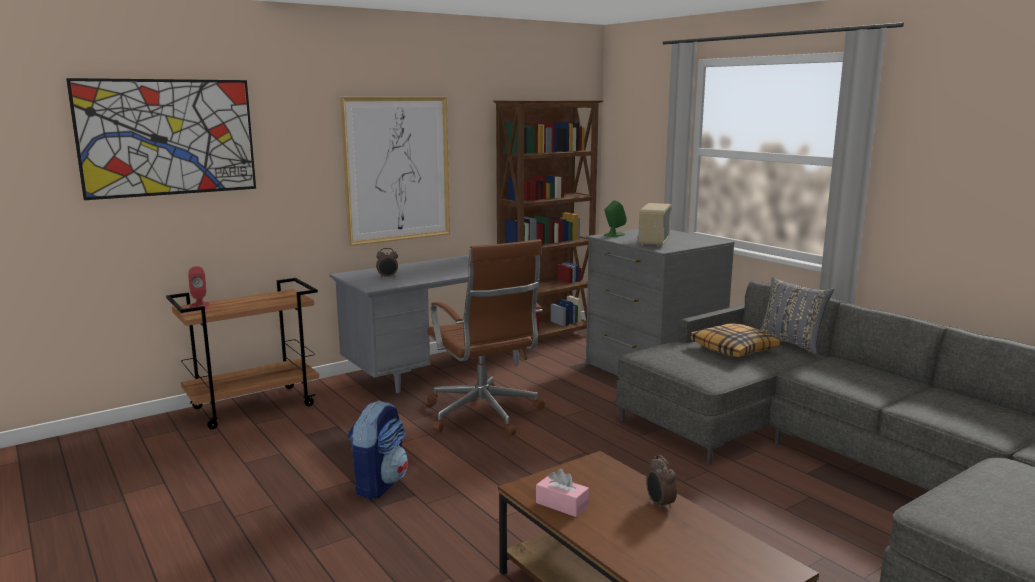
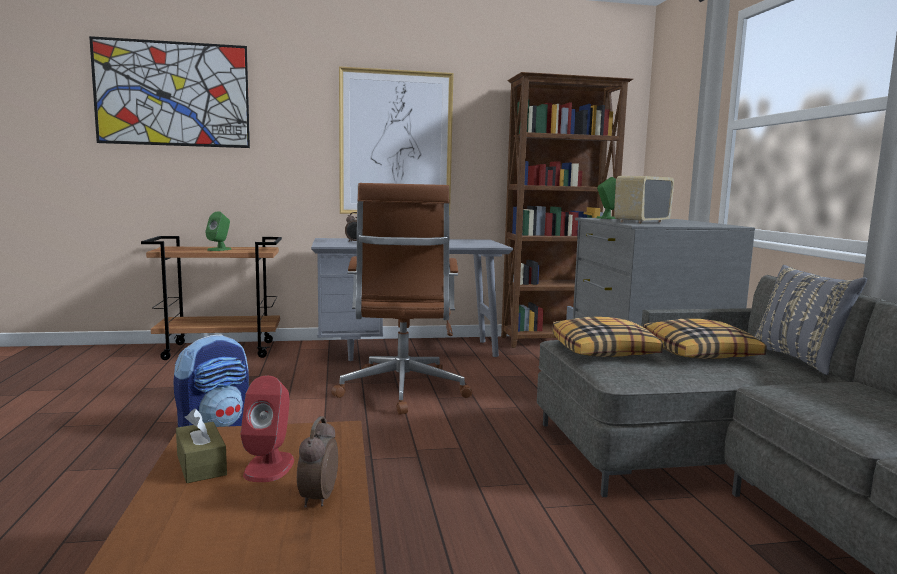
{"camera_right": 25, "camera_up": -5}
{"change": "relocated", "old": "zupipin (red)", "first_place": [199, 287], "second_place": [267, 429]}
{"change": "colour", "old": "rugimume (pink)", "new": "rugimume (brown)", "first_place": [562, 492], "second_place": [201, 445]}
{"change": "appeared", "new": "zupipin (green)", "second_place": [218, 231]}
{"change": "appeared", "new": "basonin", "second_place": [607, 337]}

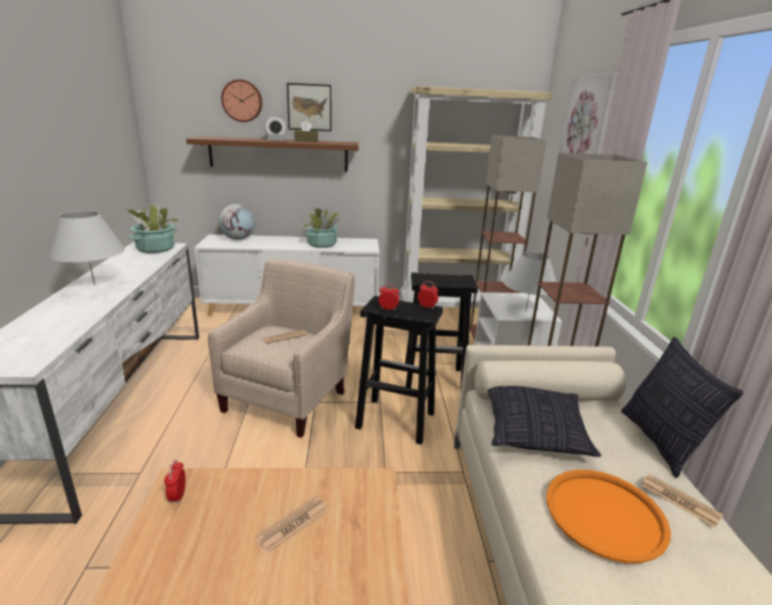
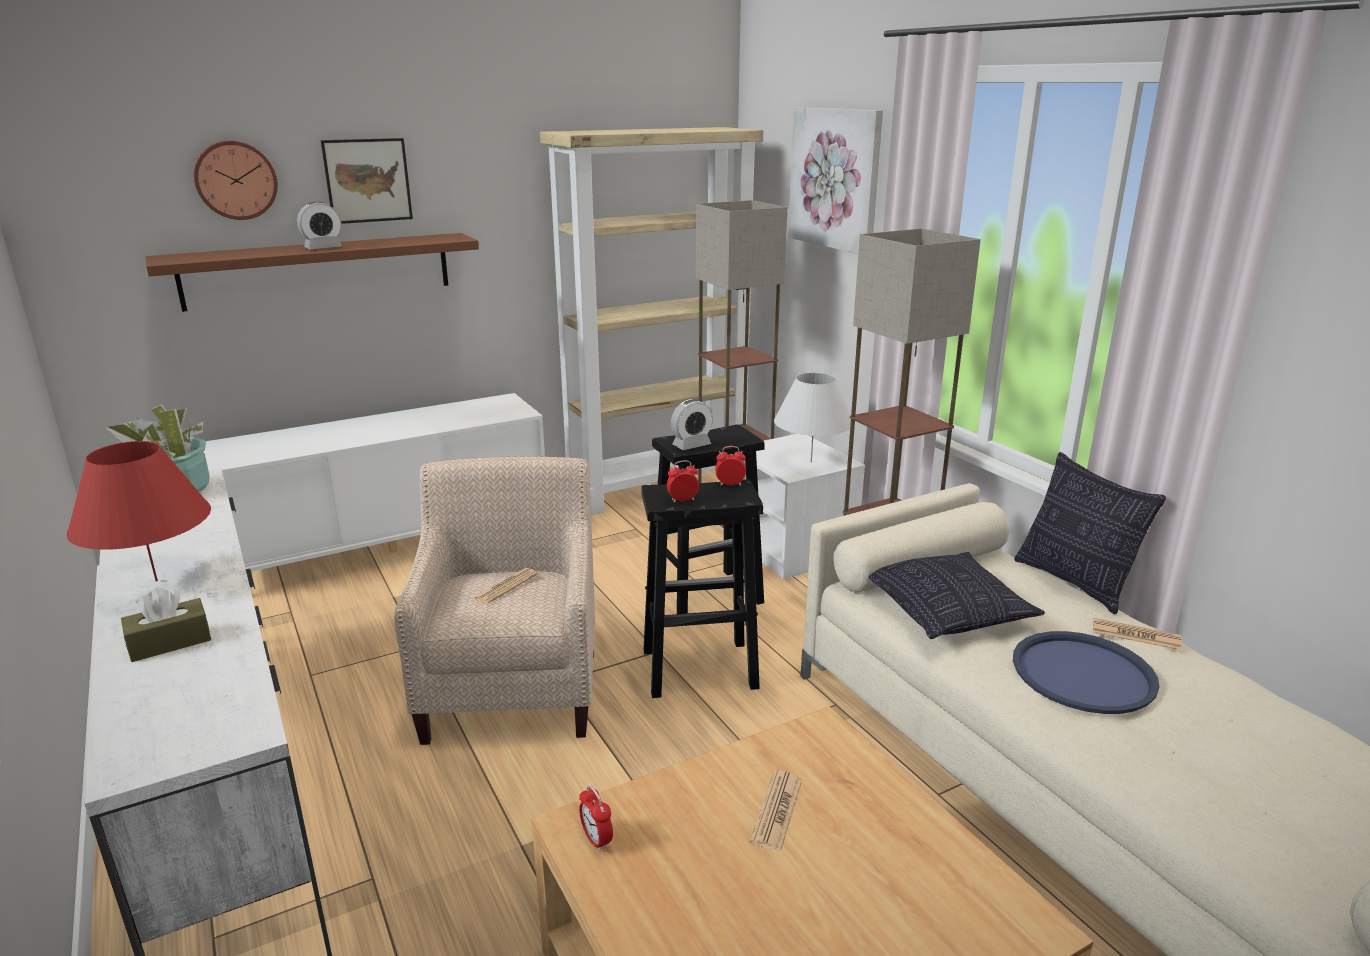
{"camera_right": -25, "camera_up": 0}
{"change": "relocated", "old": "rugimume (brown)", "first_place": [306, 131], "second_place": [166, 624]}
{"change": "missing", "old": "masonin", "first_place": [237, 222]}
{"change": "missing", "old": "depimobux", "first_place": [320, 228]}
{"change": "colour", "old": "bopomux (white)", "new": "bopomux (red)", "first_place": [86, 248], "second_place": [139, 511]}
{"change": "colour", "old": "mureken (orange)", "new": "mureken (blue)", "first_place": [608, 516], "second_place": [1086, 672]}
{"change": "appeared", "new": "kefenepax", "second_place": [692, 424]}

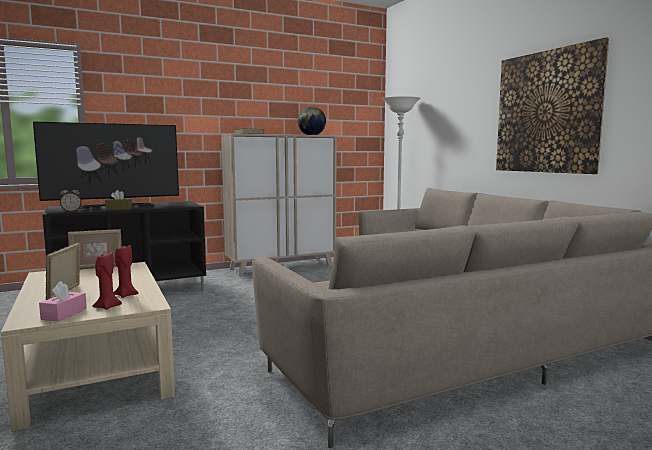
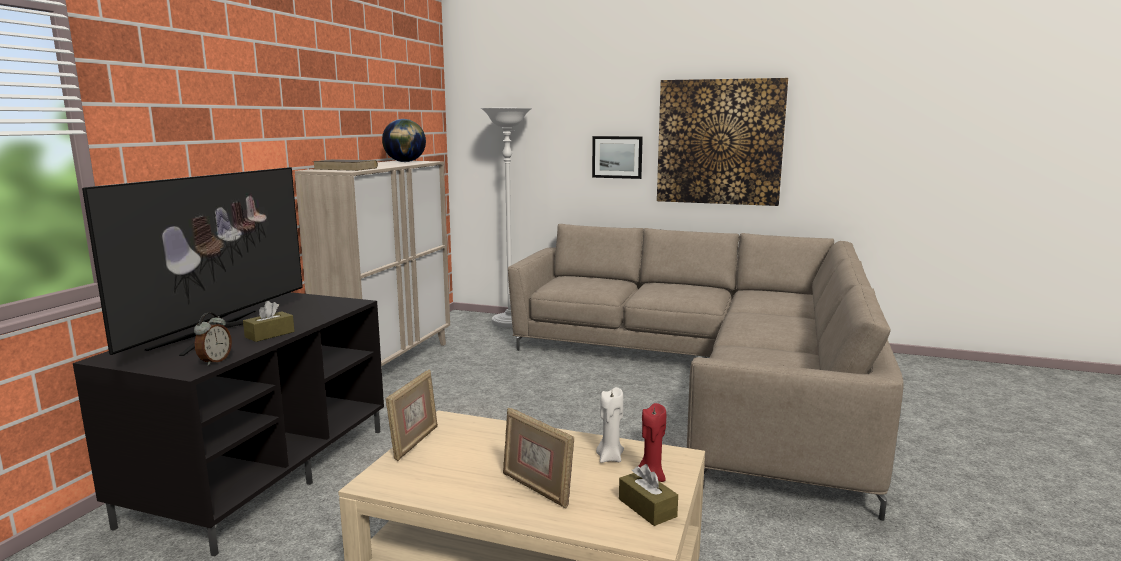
{"camera_right": -45, "camera_up": 5}
{"change": "colour", "old": "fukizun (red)", "new": "fukizun (white)", "first_place": [126, 271], "second_place": [610, 425]}
{"change": "colour", "old": "rugimume (pink)", "new": "rugimume (brown)", "first_place": [63, 301], "second_place": [648, 495]}
{"change": "appeared", "new": "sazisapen", "second_place": [617, 157]}

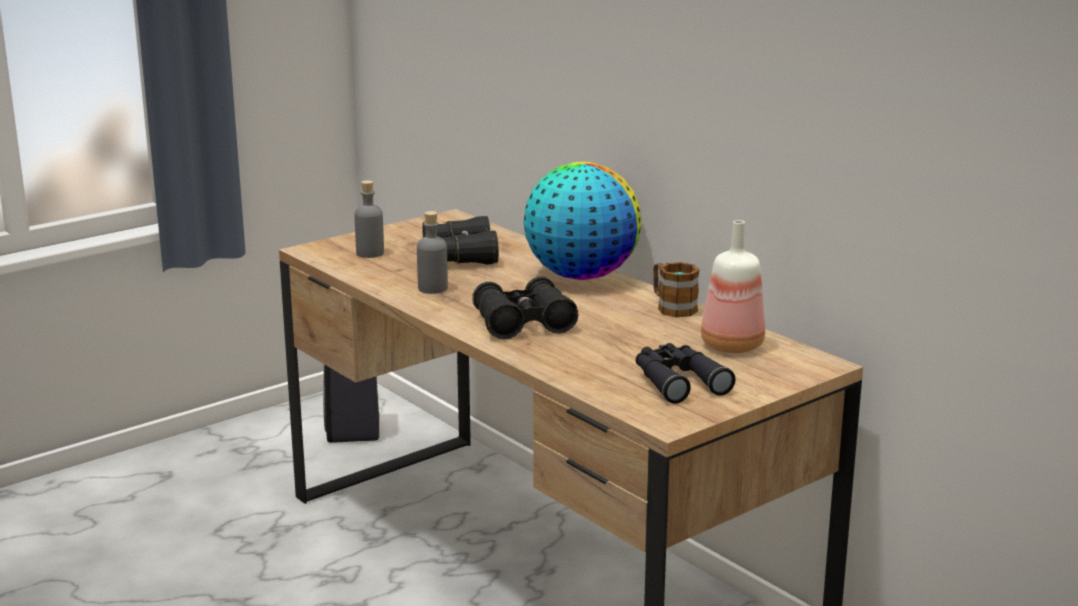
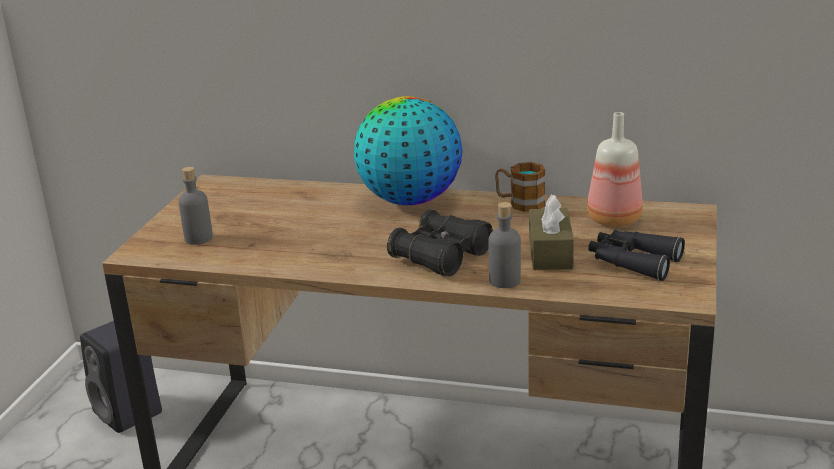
{"camera_right": -35, "camera_up": 5}
{"change": "relocated", "old": "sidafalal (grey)", "first_place": [432, 252], "second_place": [505, 245]}
{"change": "missing", "old": "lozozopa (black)", "first_place": [460, 240]}
{"change": "appeared", "new": "rugimume (brown)", "second_place": [551, 232]}

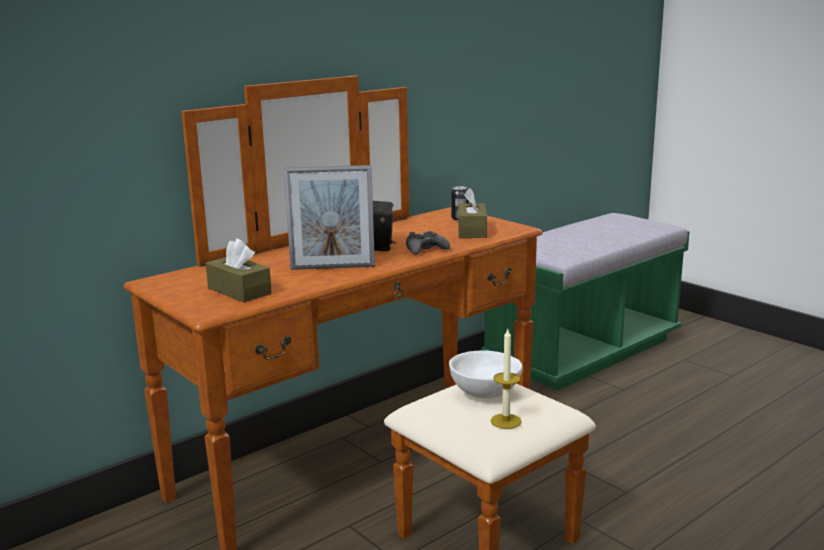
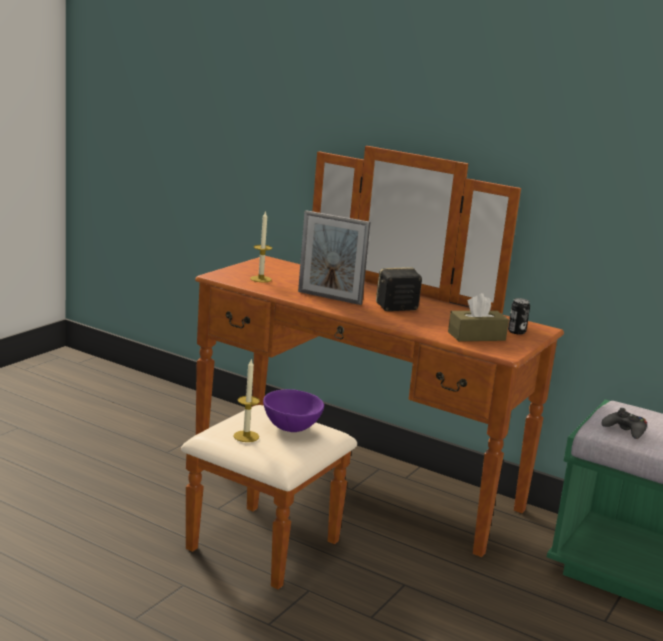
{"camera_right": 70, "camera_up": 0}
{"change": "spun", "old": "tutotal", "first_place": [329, 217], "second_place": [334, 257], "degrees": -45}
{"change": "relocated", "old": "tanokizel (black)", "first_place": [428, 243], "second_place": [624, 423]}
{"change": "exchanged", "old": "rugimume (brown)", "new": "fukizun", "first_place": [239, 270], "second_place": [261, 246]}
{"change": "colour", "old": "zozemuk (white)", "new": "zozemuk (purple)", "first_place": [486, 374], "second_place": [293, 410]}

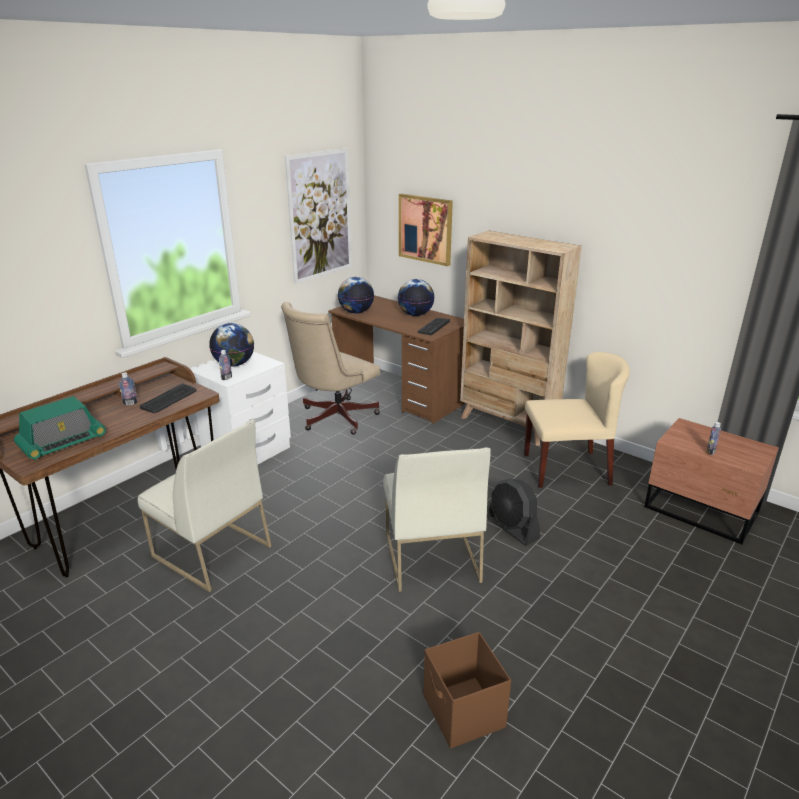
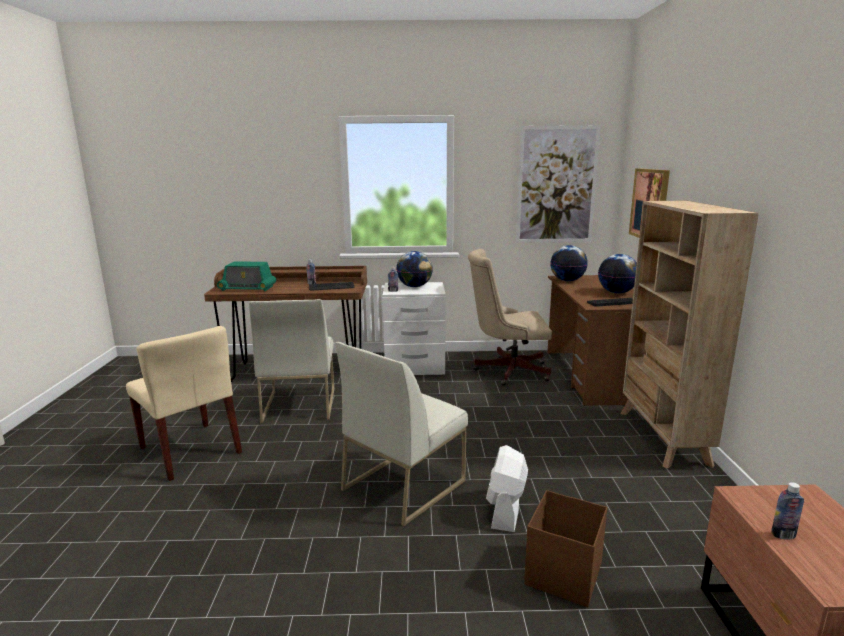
{"camera_right": 50, "camera_up": -10}
{"change": "relocated", "old": "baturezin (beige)", "first_place": [577, 420], "second_place": [184, 403]}
{"change": "colour", "old": "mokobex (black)", "new": "mokobex (white)", "first_place": [513, 512], "second_place": [507, 488]}
{"change": "relocated", "old": "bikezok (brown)", "first_place": [467, 690], "second_place": [565, 548]}

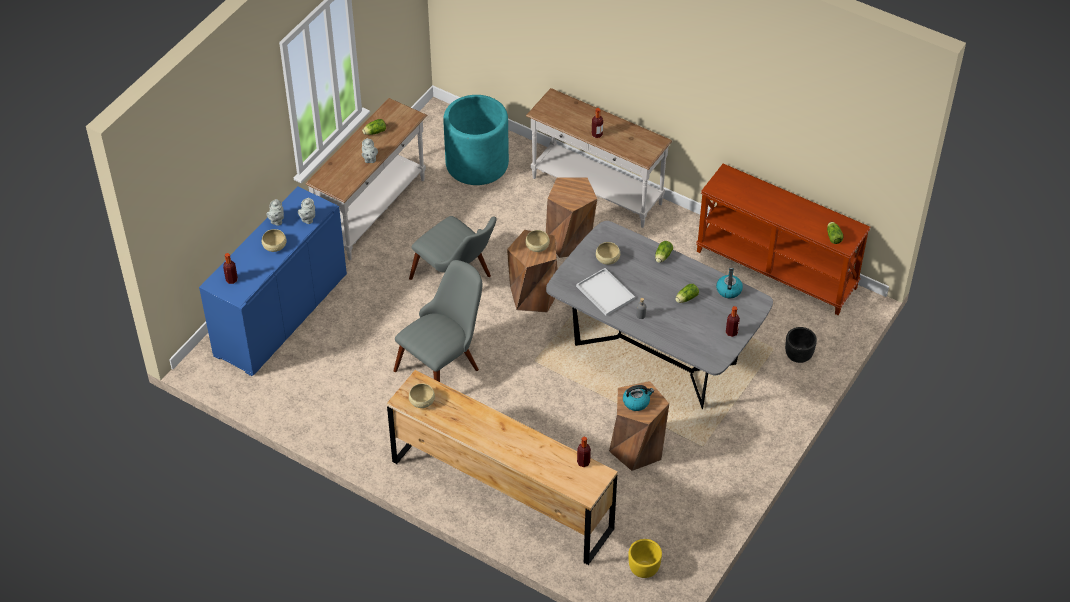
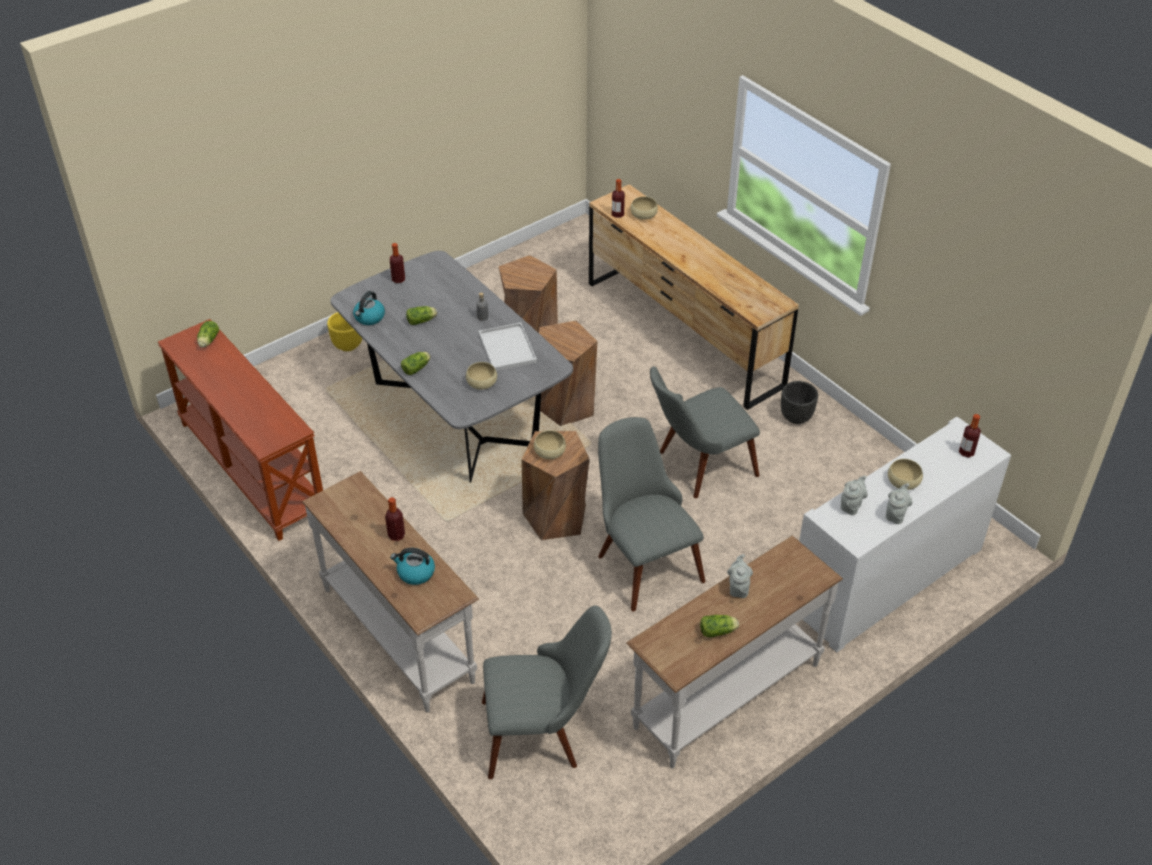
{"camera_right": -160, "camera_up": -5}
{"change": "exchanged", "old": "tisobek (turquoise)", "new": "baturezin (grey)", "first_place": [476, 140], "second_place": [547, 692]}
{"change": "relocated", "old": "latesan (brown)", "first_place": [571, 217], "second_place": [566, 373]}
{"change": "colour", "old": "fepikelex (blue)", "new": "fepikelex (white)", "first_place": [273, 281], "second_place": [905, 534]}
{"change": "relocated", "old": "tisobek (black)", "first_place": [801, 345], "second_place": [799, 402]}
{"change": "relocated", "old": "zozemuk (beige)", "first_place": [422, 396], "second_place": [644, 208]}
{"change": "relocated", "old": "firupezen", "first_place": [638, 398], "second_place": [412, 566]}
{"change": "relocated", "old": "tisobek (yellow)", "first_place": [645, 558], "second_place": [344, 331]}

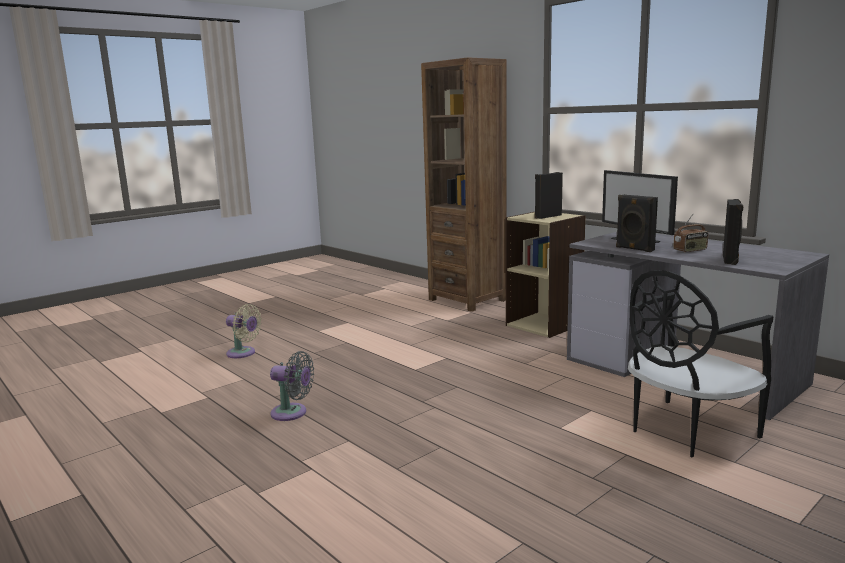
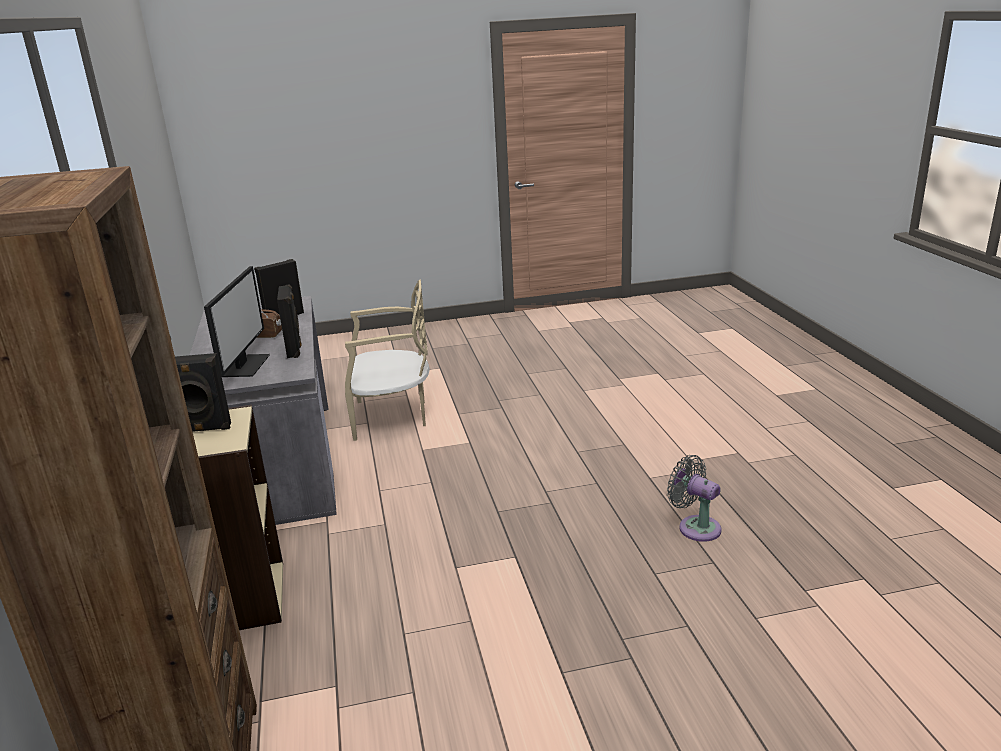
{"camera_right": -150, "camera_up": 10}
{"change": "colour", "old": "baturezin (black)", "new": "baturezin (beige)", "first_place": [700, 364], "second_place": [387, 360]}
{"change": "missing", "old": "mokobex (beige)", "first_place": [244, 331]}

